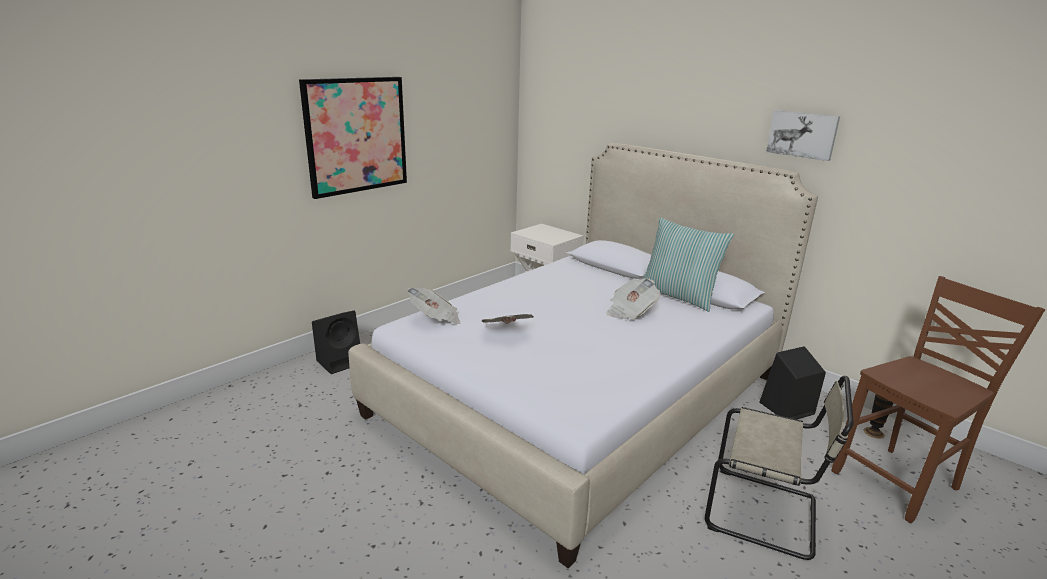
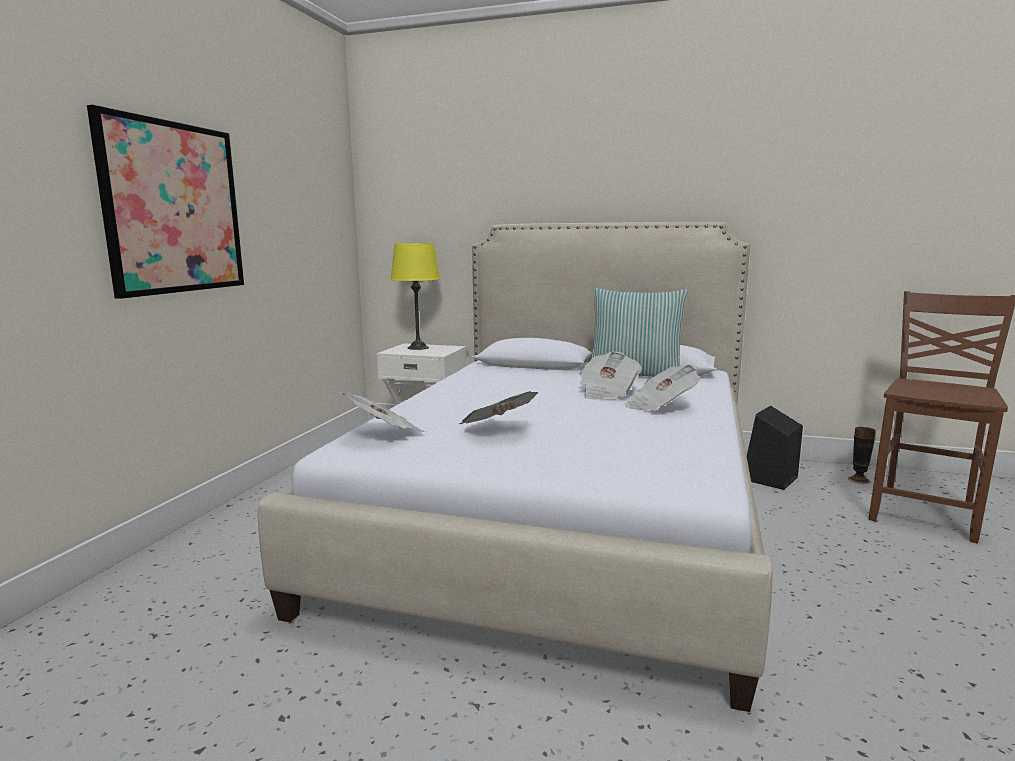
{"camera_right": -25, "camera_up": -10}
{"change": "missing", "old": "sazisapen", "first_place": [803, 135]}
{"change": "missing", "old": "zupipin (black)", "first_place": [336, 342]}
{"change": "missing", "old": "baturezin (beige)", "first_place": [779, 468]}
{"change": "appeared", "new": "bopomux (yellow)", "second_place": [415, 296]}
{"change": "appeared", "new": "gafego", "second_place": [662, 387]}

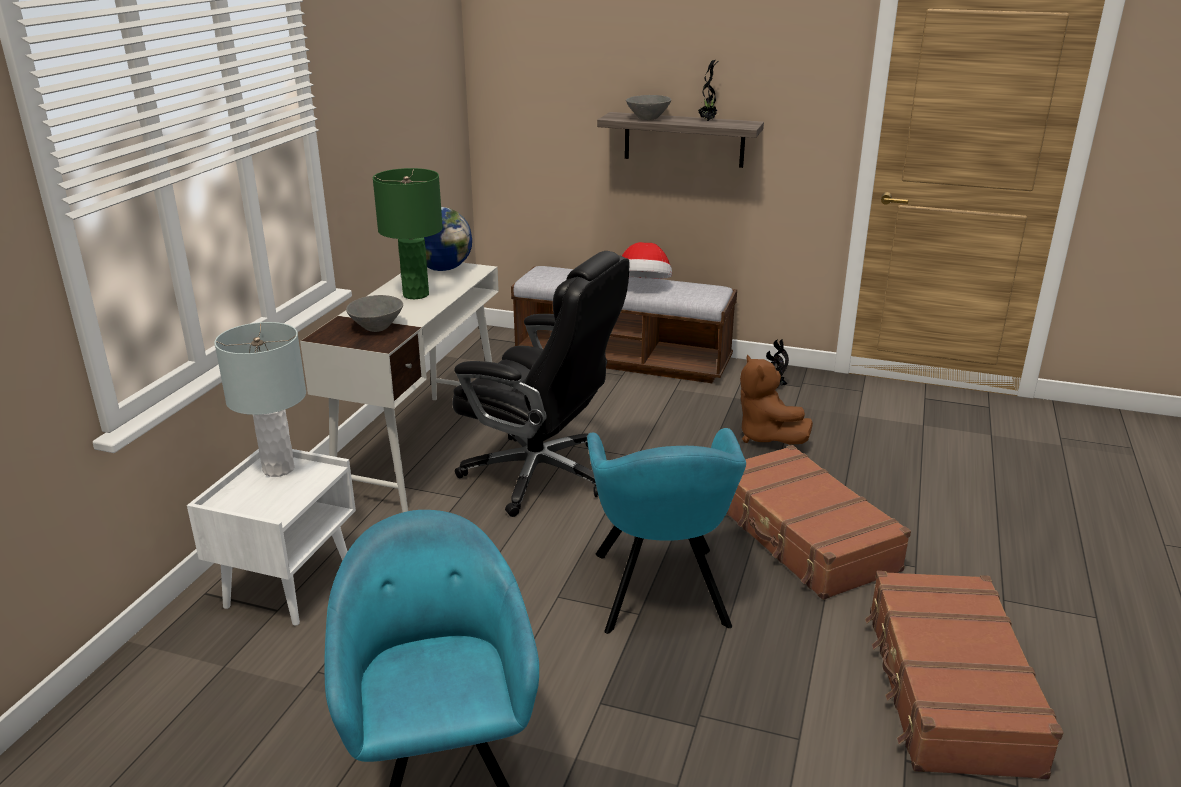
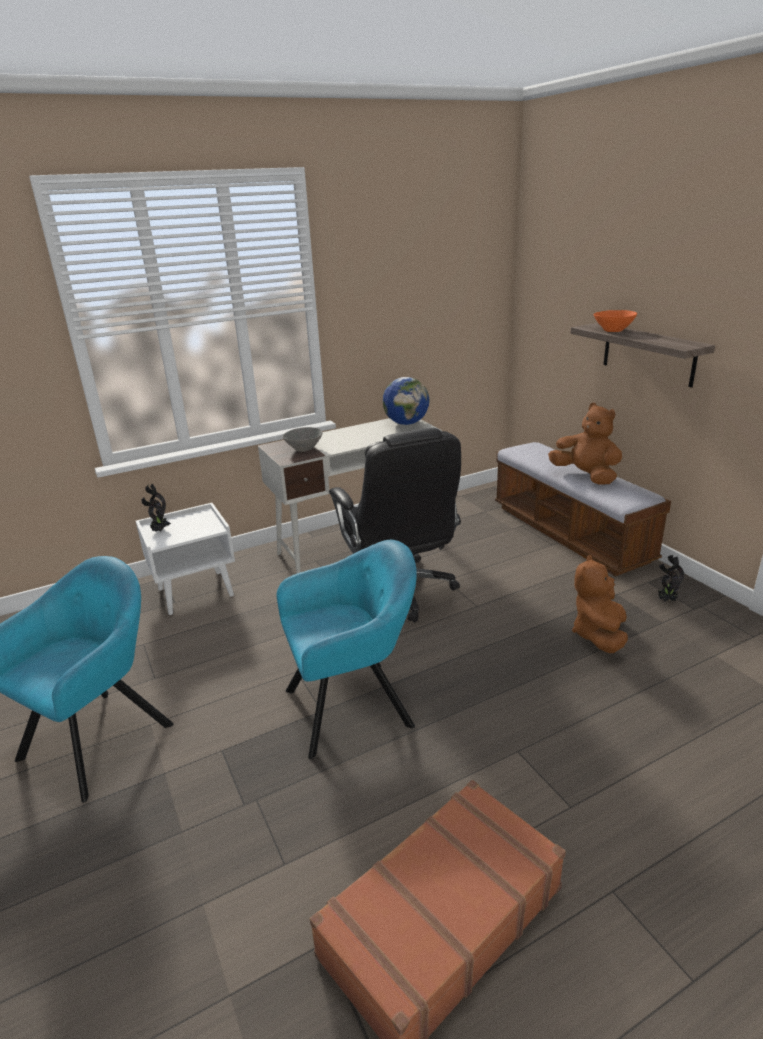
{"camera_right": 45, "camera_up": 0}
{"change": "relocated", "old": "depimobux", "first_place": [708, 90], "second_place": [156, 507]}
{"change": "colour", "old": "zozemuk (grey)", "new": "zozemuk (orange)", "first_place": [648, 107], "second_place": [615, 321]}
{"change": "missing", "old": "bopomux (green)", "first_place": [408, 233]}
{"change": "exchanged", "old": "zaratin", "new": "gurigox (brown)", "first_place": [647, 260], "second_place": [585, 444]}
{"change": "missing", "old": "bopomux (grey)", "first_place": [260, 399]}
{"change": "spun", "old": "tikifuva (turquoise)", "first_place": [666, 531], "second_place": [347, 649], "degrees": -150}
{"change": "missing", "old": "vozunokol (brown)", "first_place": [819, 522]}

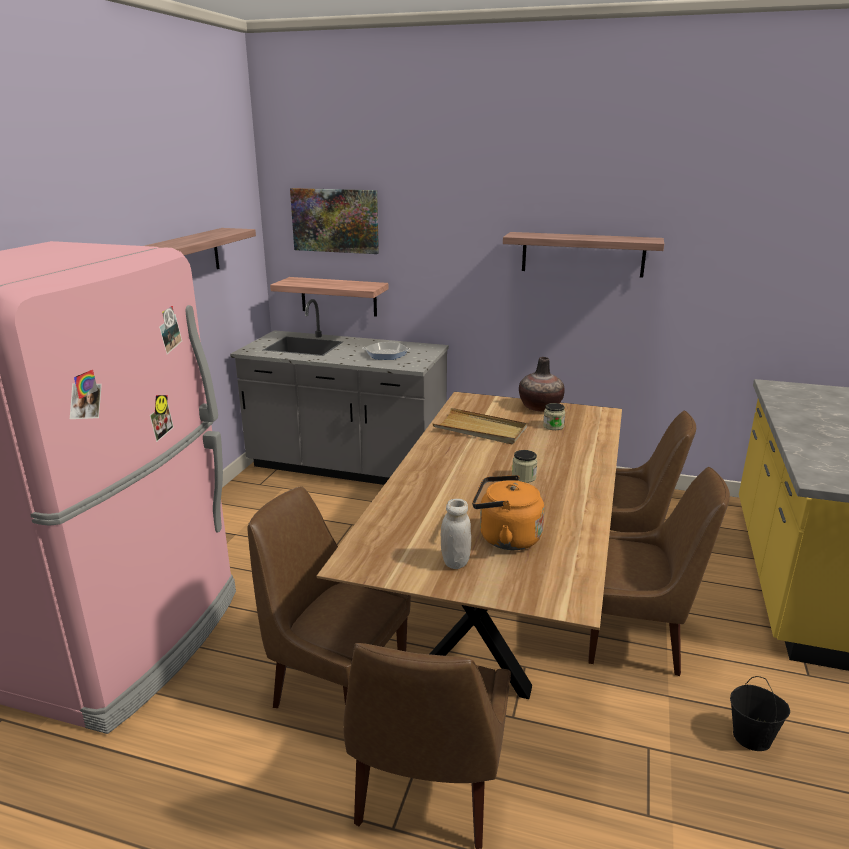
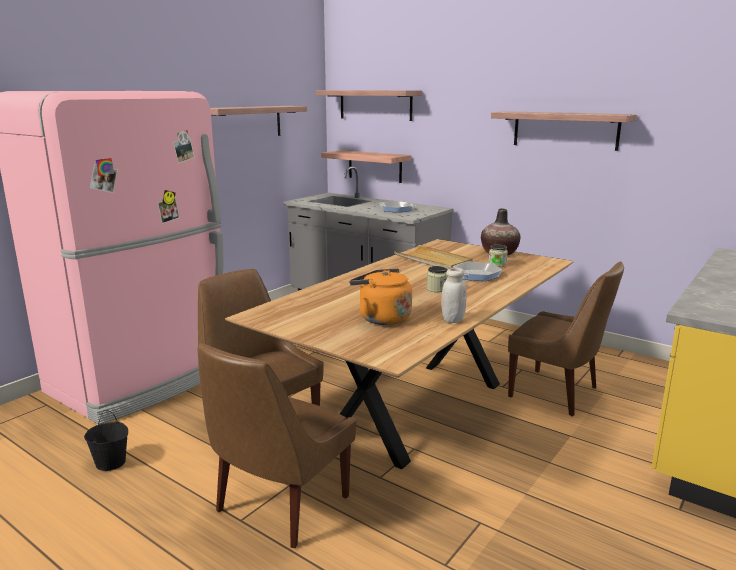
{"camera_right": 20, "camera_up": -5}
{"change": "exchanged", "old": "sazisapen", "new": "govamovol", "first_place": [334, 221], "second_place": [369, 105]}
{"change": "missing", "old": "baturezin (brown)", "first_place": [659, 571]}
{"change": "relocated", "old": "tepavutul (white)", "first_place": [456, 534], "second_place": [453, 295]}
{"change": "relocated", "old": "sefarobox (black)", "first_place": [760, 713], "second_place": [106, 440]}
{"change": "appeared", "new": "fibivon", "second_place": [477, 271]}

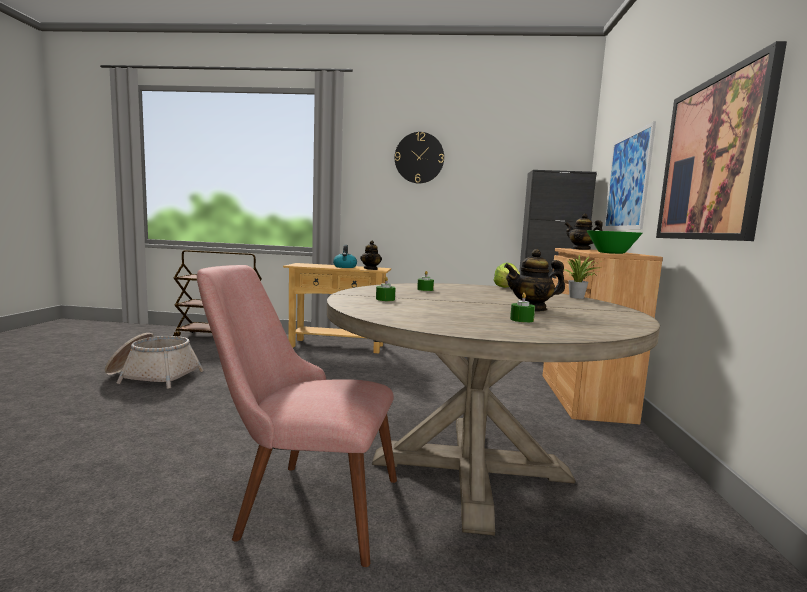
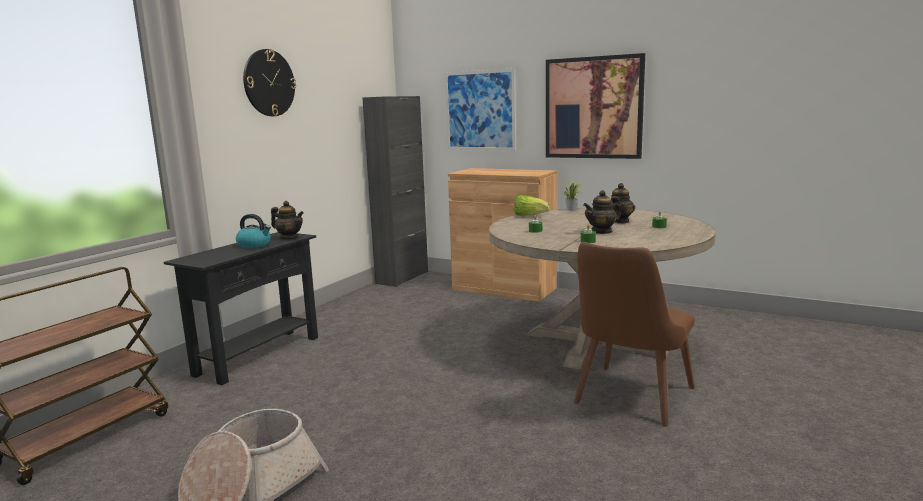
{"camera_right": -65, "camera_up": 5}
{"change": "relocated", "old": "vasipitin", "first_place": [584, 231], "second_place": [602, 212]}
{"change": "missing", "old": "zozemuk (green)", "first_place": [615, 242]}
{"change": "colour", "old": "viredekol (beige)", "new": "viredekol (black)", "first_place": [337, 308], "second_place": [241, 308]}
{"change": "colour", "old": "baturezin (pink)", "new": "baturezin (brown)", "first_place": [297, 416], "second_place": [634, 334]}

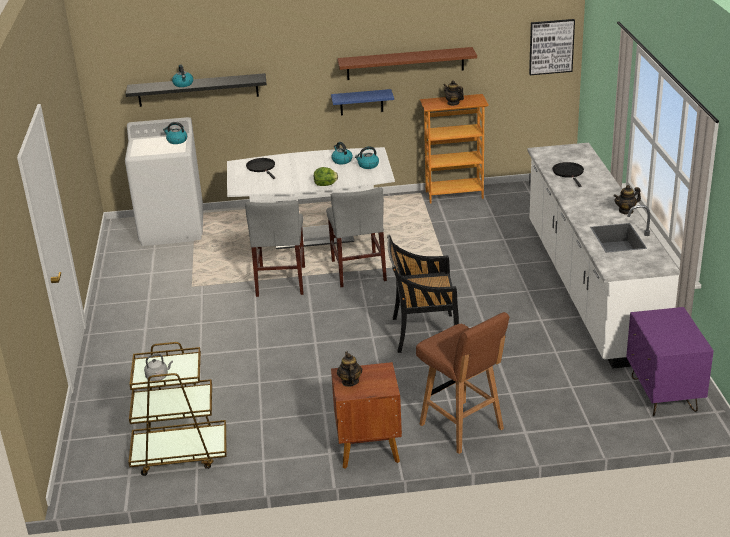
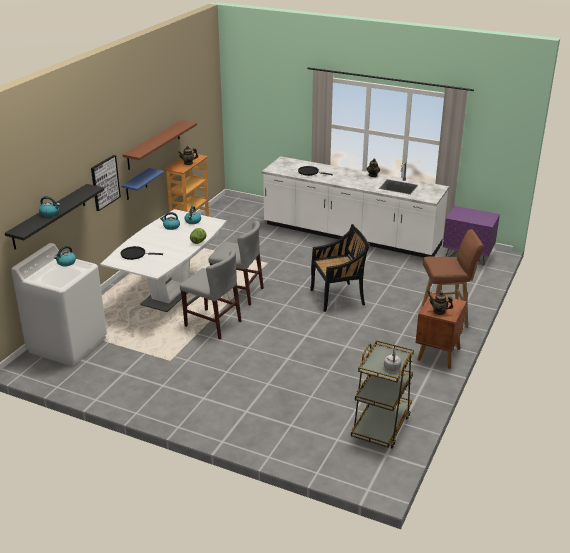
{"camera_right": -60, "camera_up": 0}
{"change": "relocated", "old": "sazisapen", "first_place": [552, 47], "second_place": [106, 183]}
{"change": "spun", "old": "baturezin (black)", "first_place": [423, 294], "second_place": [340, 268], "degrees": -135}

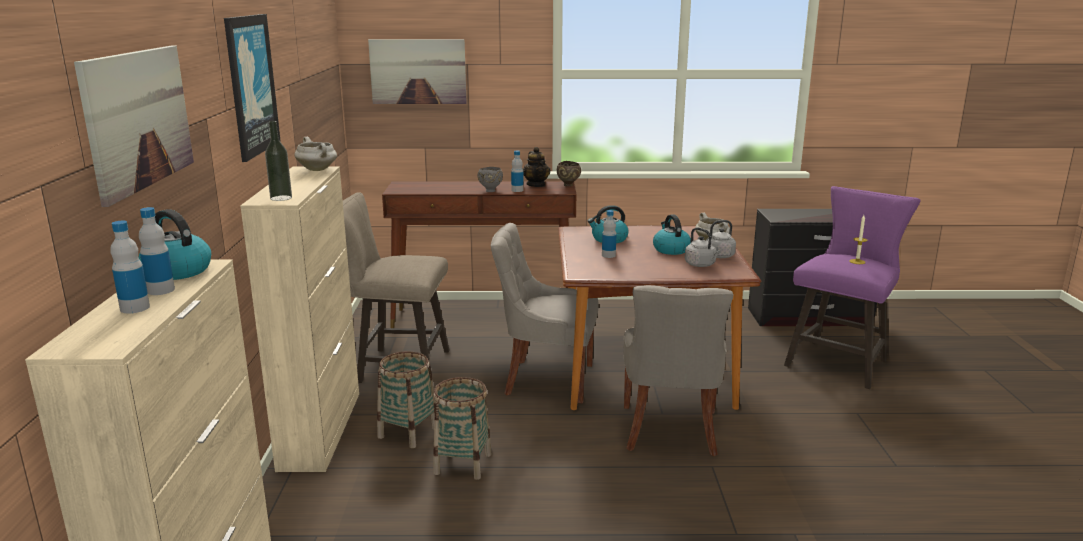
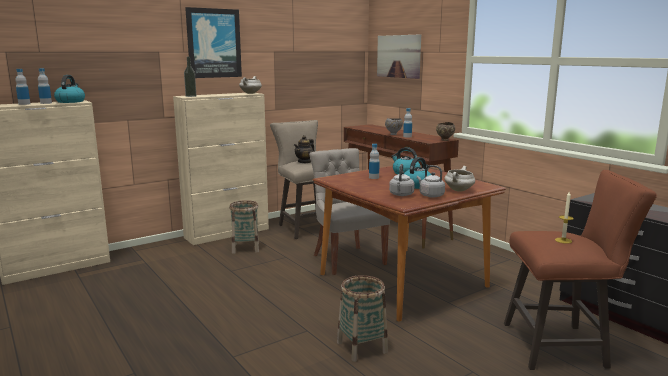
{"camera_right": 55, "camera_up": -5}
{"change": "missing", "old": "sazisapen", "first_place": [134, 126]}
{"change": "relocated", "old": "vasipitin", "first_place": [536, 167], "second_place": [304, 149]}
{"change": "colour", "old": "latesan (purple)", "new": "latesan (brown)", "first_place": [852, 287], "second_place": [580, 270]}
{"change": "missing", "old": "baturezin (grey)", "first_place": [678, 370]}
{"change": "relocated", "old": "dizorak", "first_place": [462, 428], "second_place": [362, 318]}

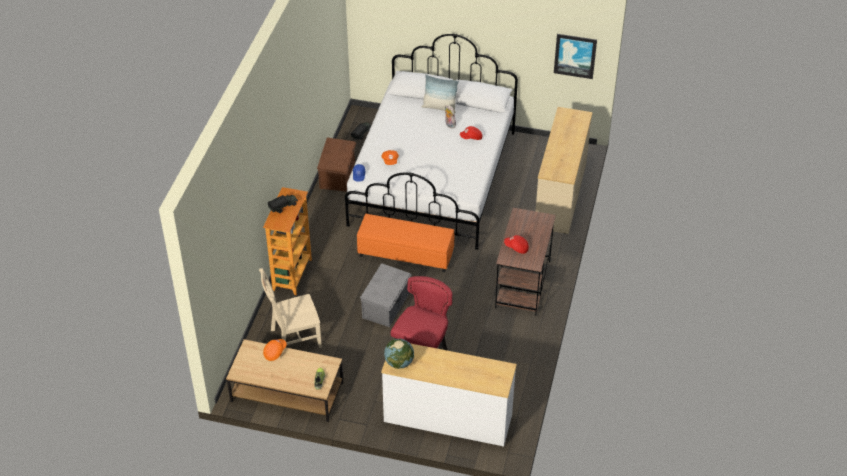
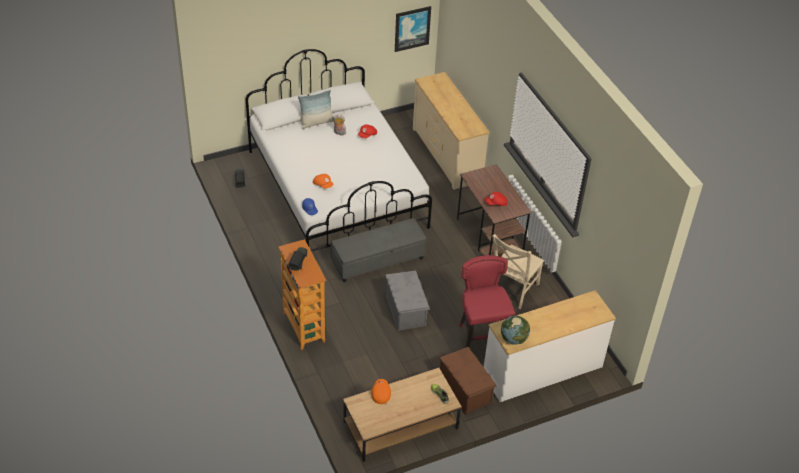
{"camera_right": -40, "camera_up": 0}
{"change": "relocated", "old": "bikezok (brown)", "first_place": [336, 164], "second_place": [468, 380]}
{"change": "colour", "old": "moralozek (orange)", "new": "moralozek (grey)", "first_place": [405, 243], "second_place": [379, 250]}
{"change": "relocated", "old": "baturezin (beige)", "first_place": [290, 308], "second_place": [518, 271]}

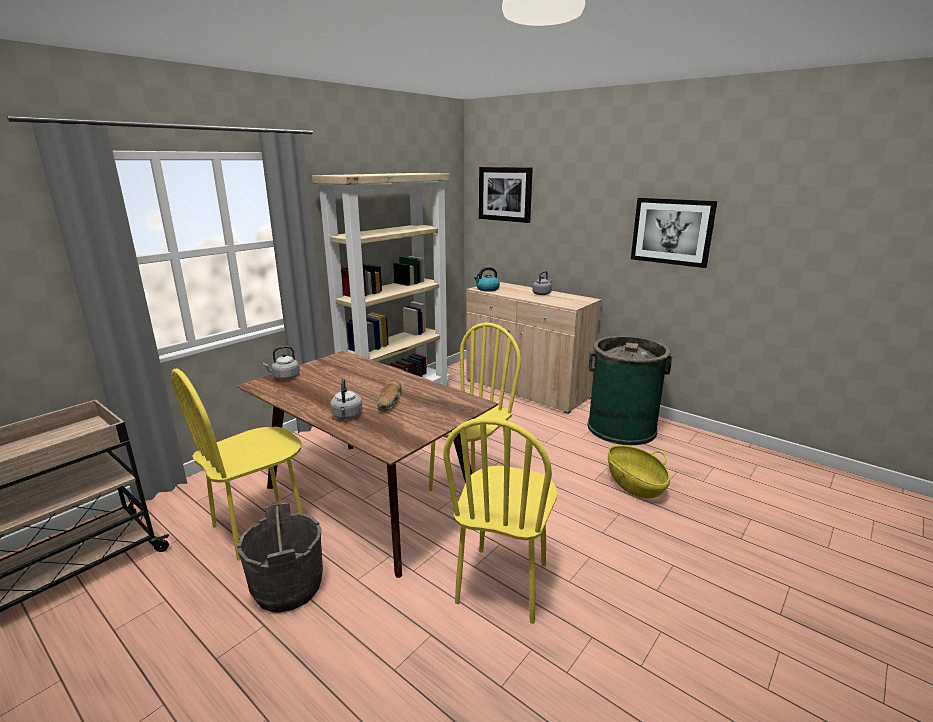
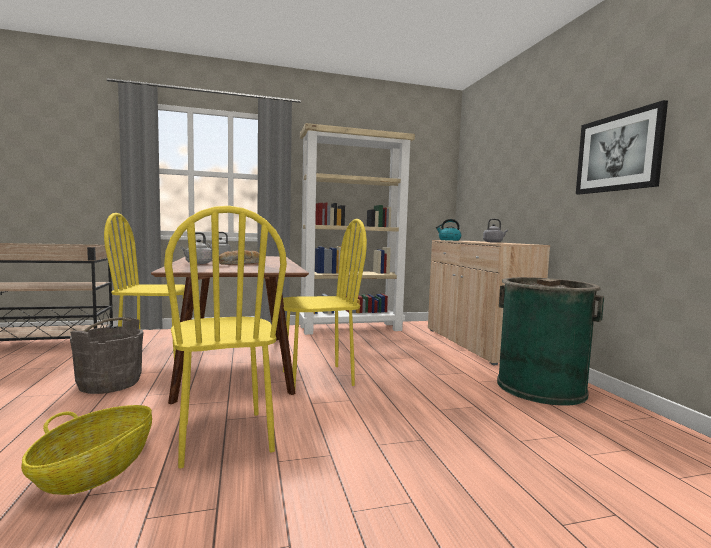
{"camera_right": 35, "camera_up": -15}
{"change": "missing", "old": "sazisapen", "first_place": [506, 195]}
{"change": "spun", "old": "baturezin (yellow)", "first_place": [500, 520], "second_place": [225, 337], "degrees": -75}
{"change": "relocated", "old": "dizorak", "first_place": [639, 471], "second_place": [86, 450]}

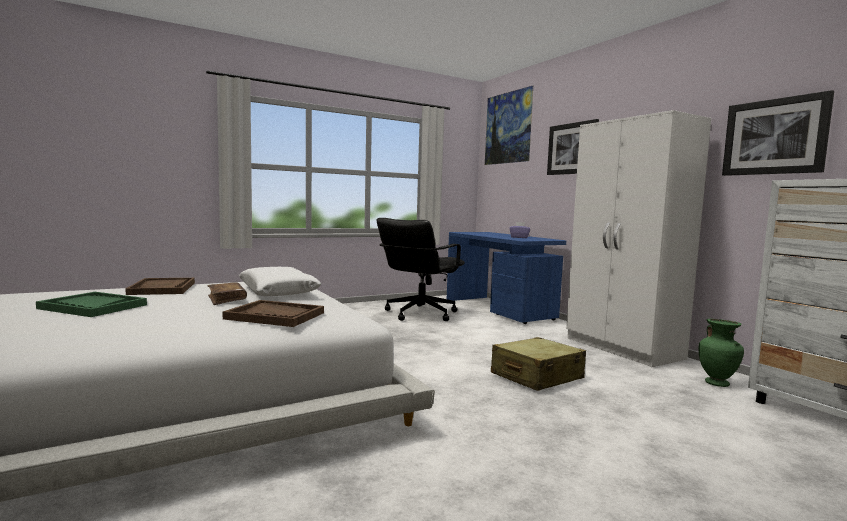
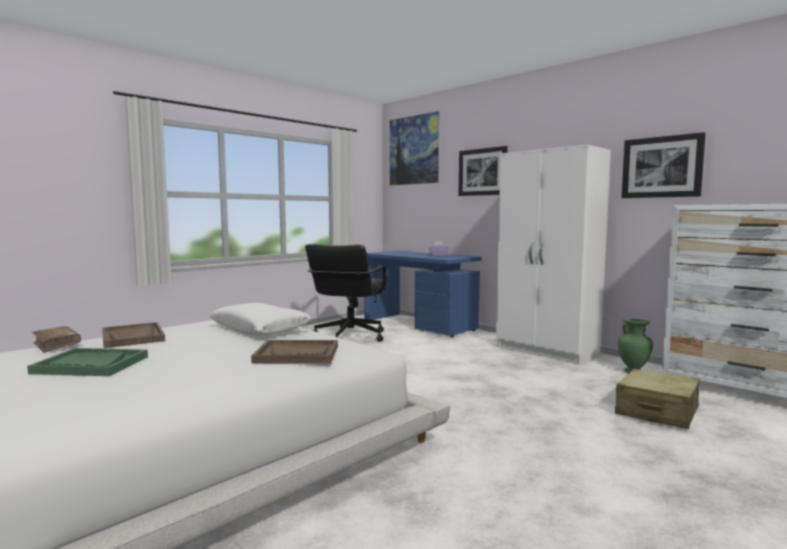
{"camera_right": -15, "camera_up": 0}
{"change": "relocated", "old": "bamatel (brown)", "first_place": [227, 293], "second_place": [56, 339]}
{"change": "relocated", "old": "vozunokol (beige)", "first_place": [538, 364], "second_place": [657, 398]}

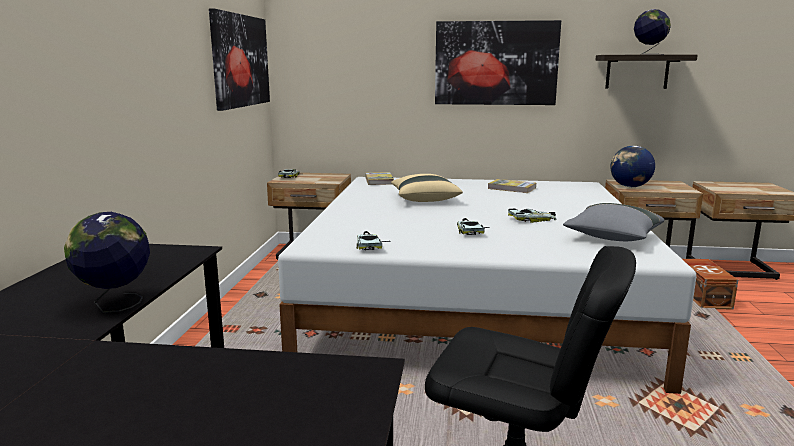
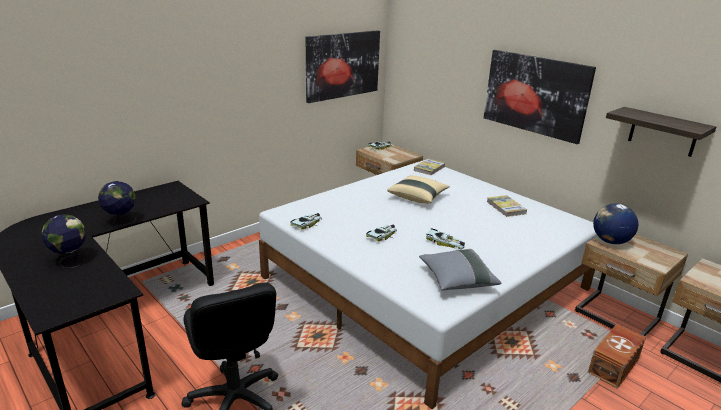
{"camera_right": 40, "camera_up": 10}
{"change": "relocated", "old": "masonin", "first_place": [652, 31], "second_place": [63, 241]}

